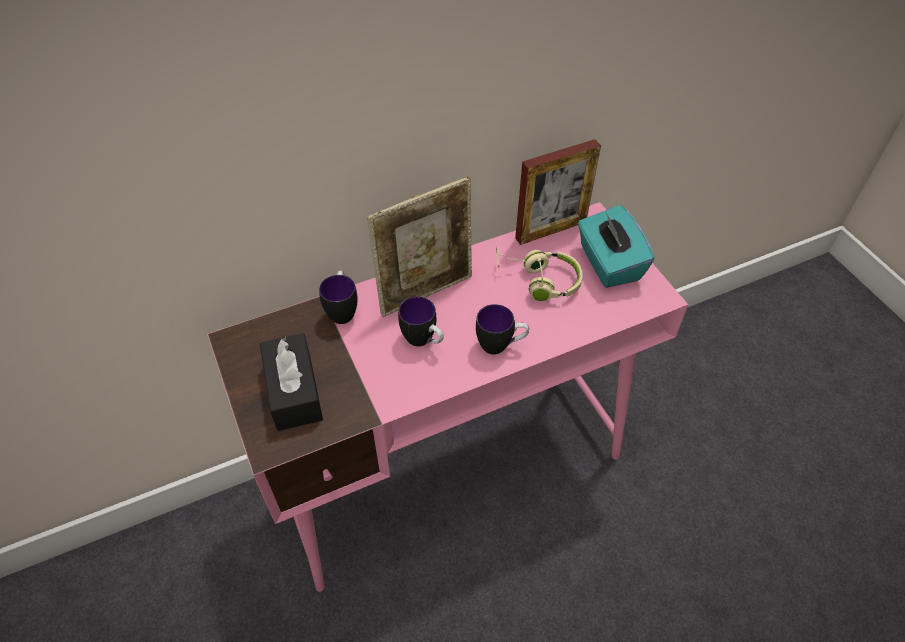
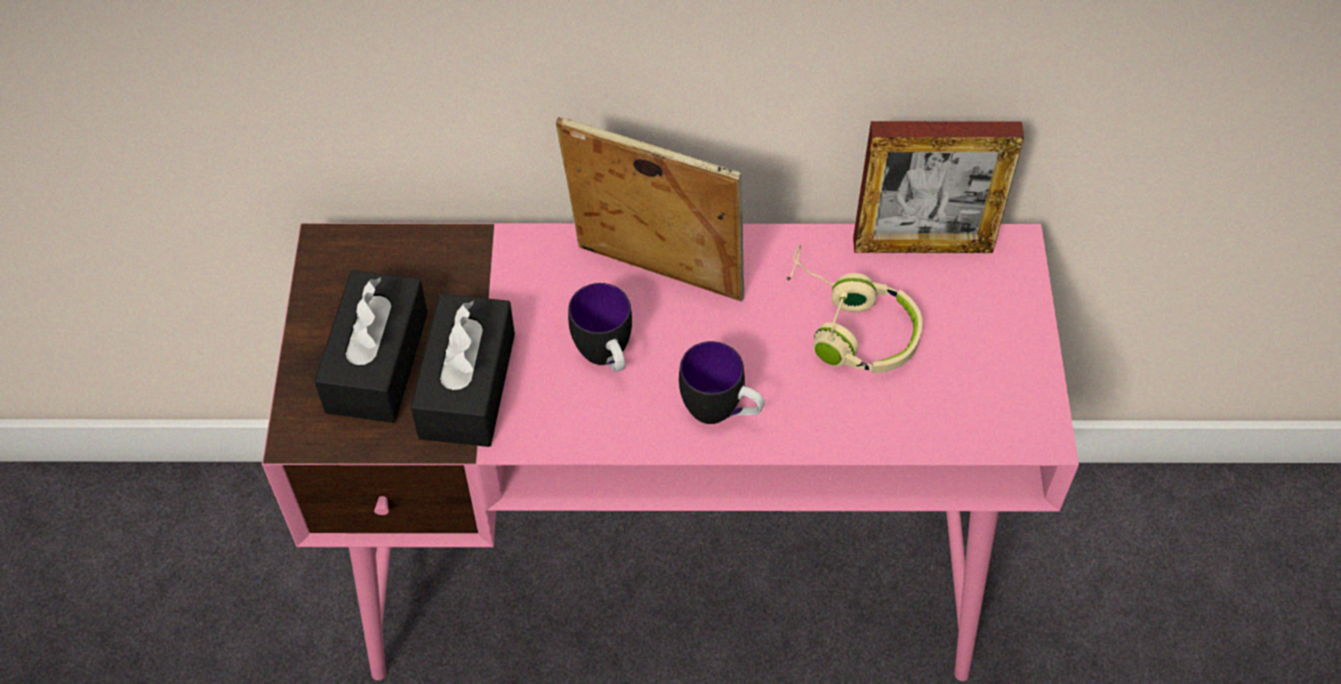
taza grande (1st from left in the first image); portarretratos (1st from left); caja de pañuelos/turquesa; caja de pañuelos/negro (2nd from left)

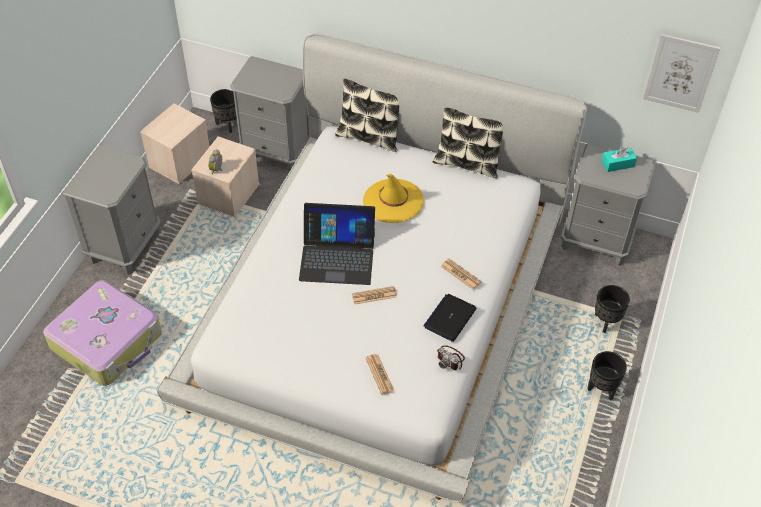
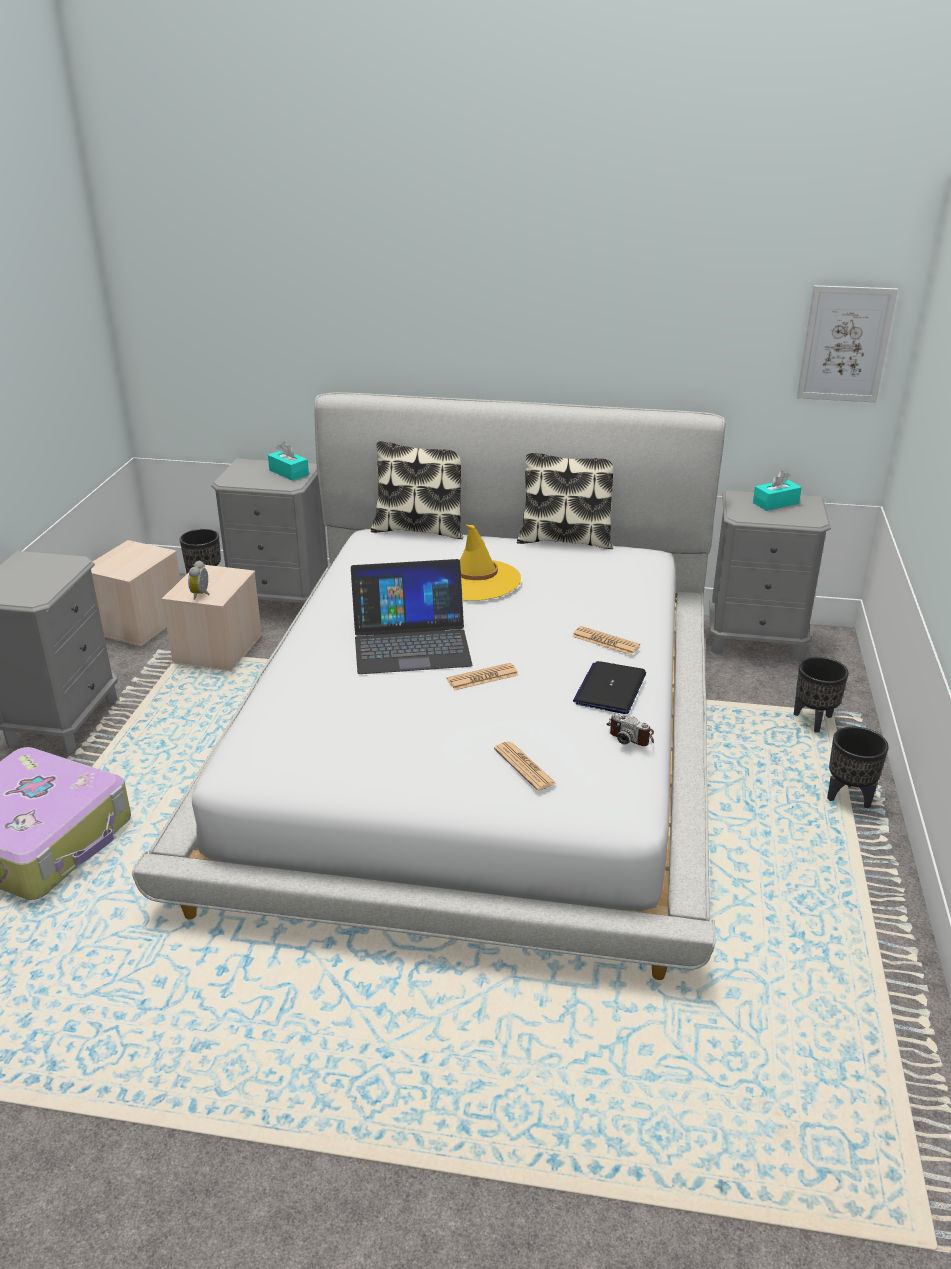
caja de pañuelos/turquesa (1st from left)

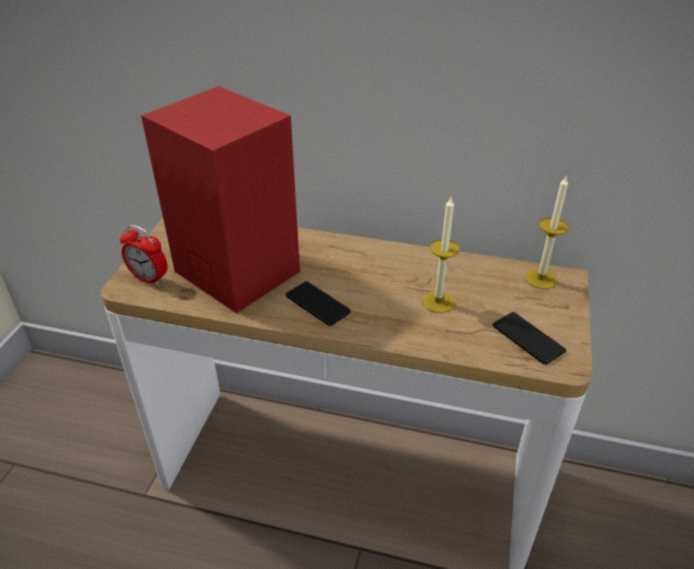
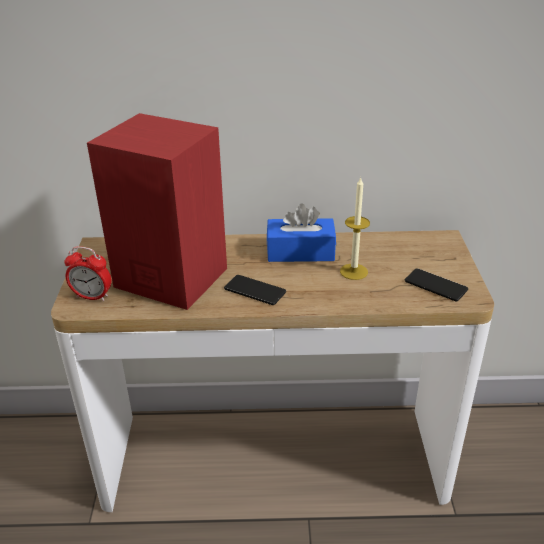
vela (2nd from left in the first image); caja de pañuelos/azul

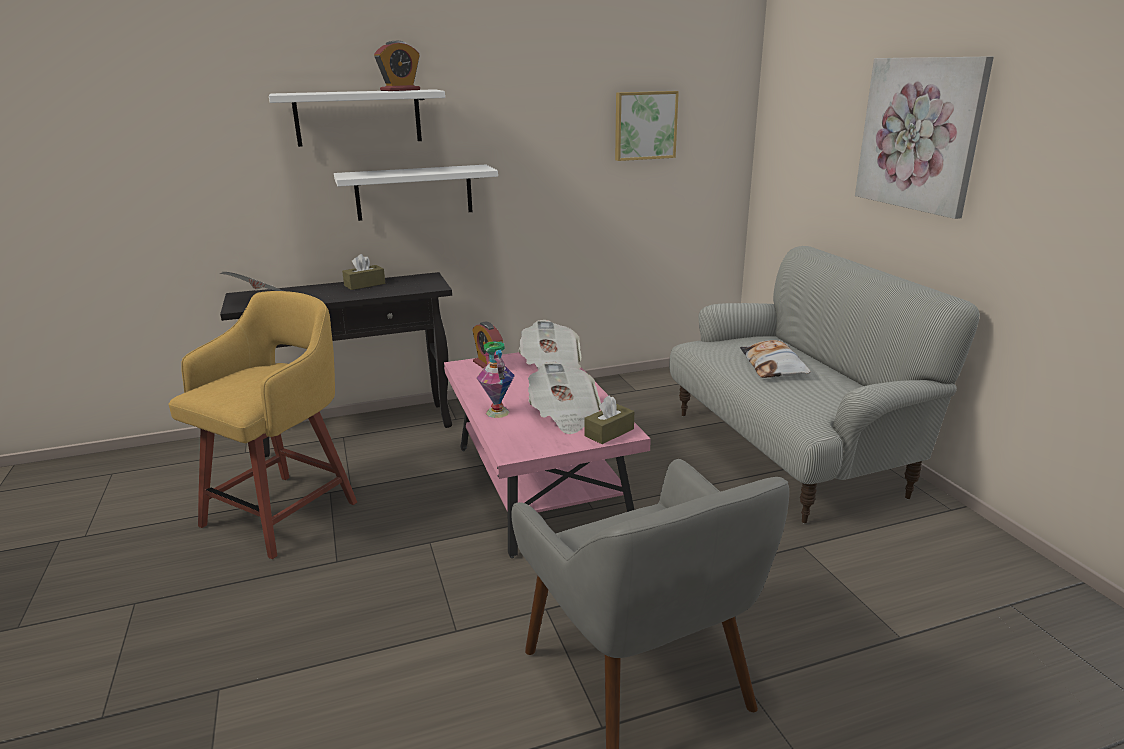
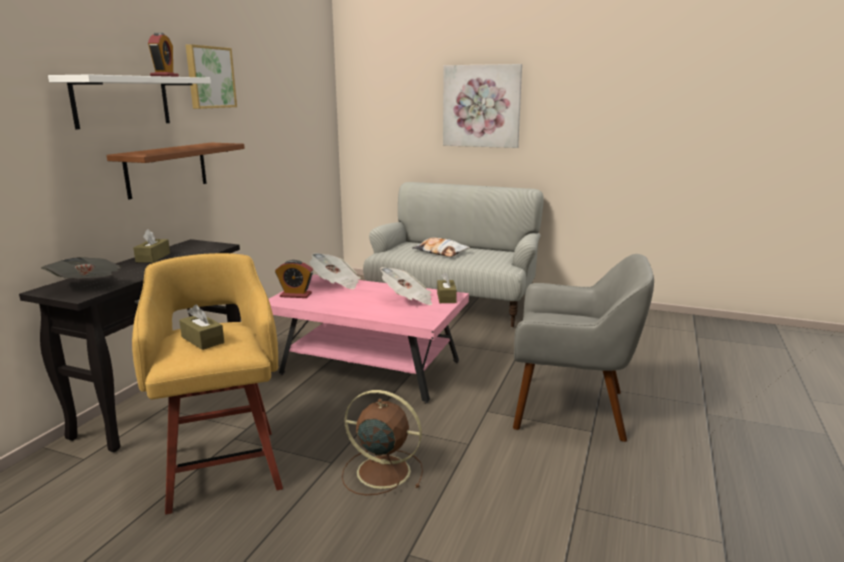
estante/marrón; florero; cuadro (1st from left); caja de pañuelos/marrón (2nd from left); ventilador/marrón

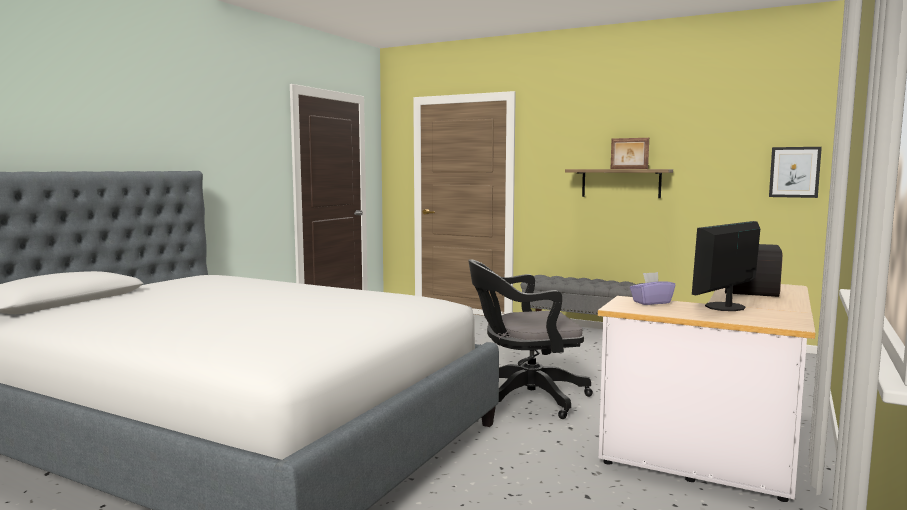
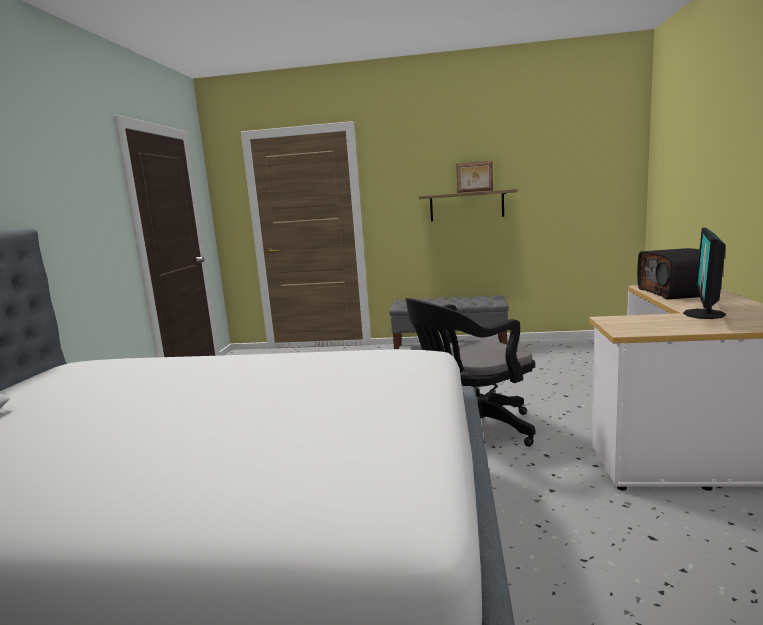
caja de pañuelos/morado; cuadro

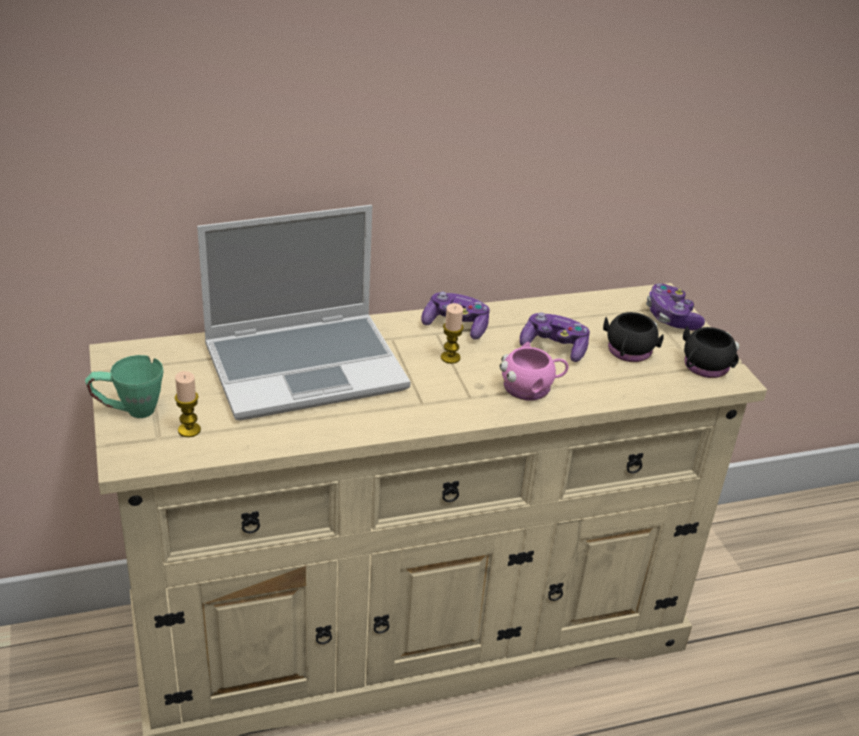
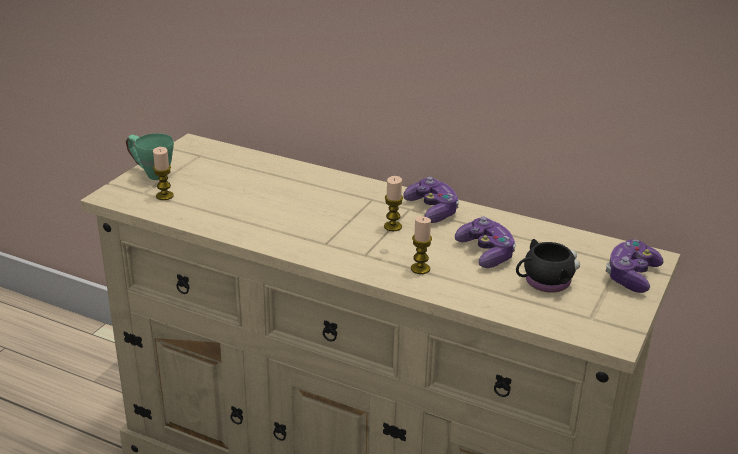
portátil; vela (3rd from left); taza grande/negro (2nd from left in the first image)

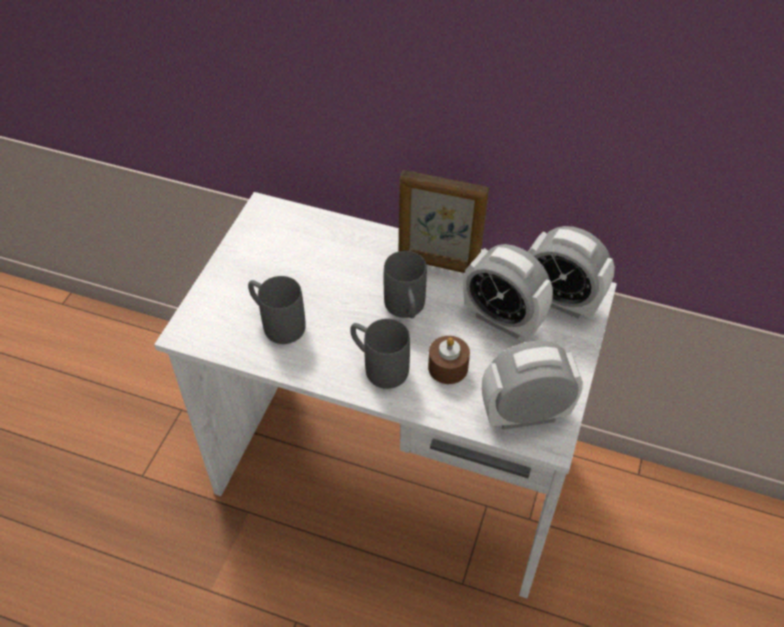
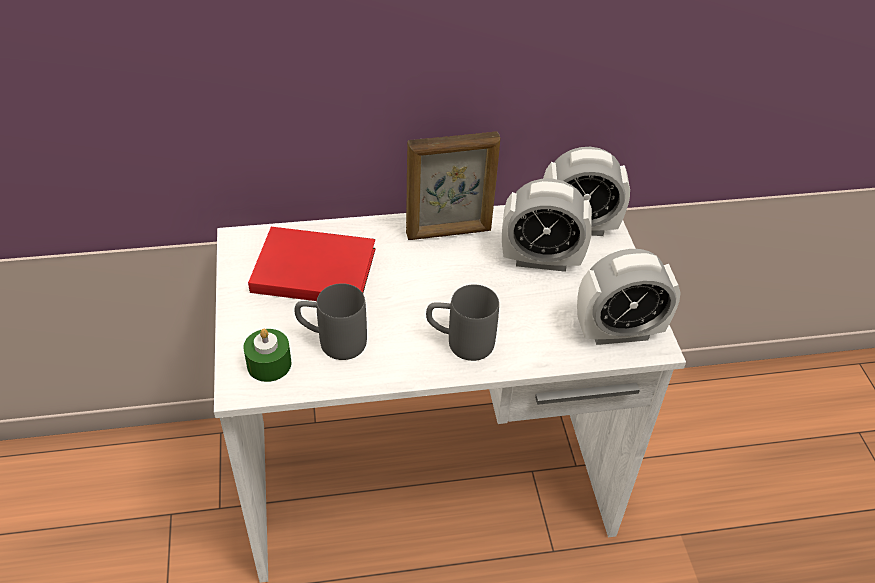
taza grande/gris (3rd from left in the first image); vela/marrón; despertador (3rd from left); vela/verde; libro/rojo

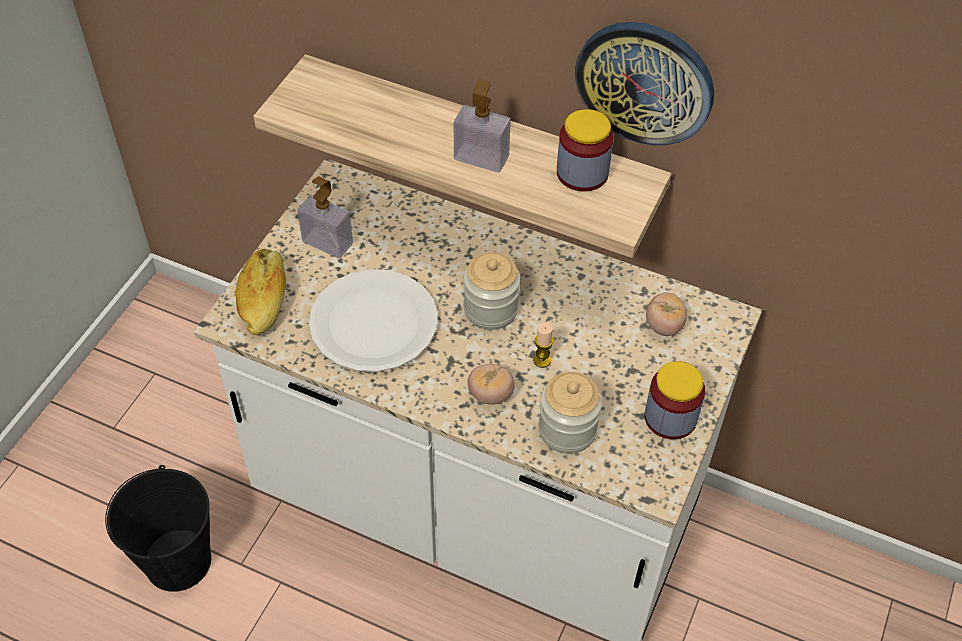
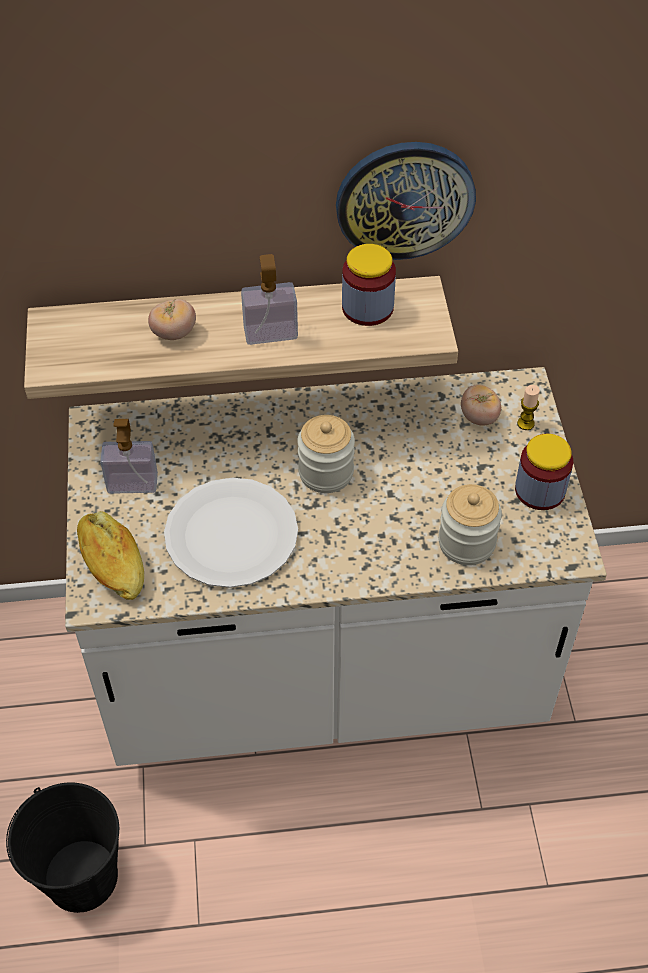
tomate (1st from left); vela

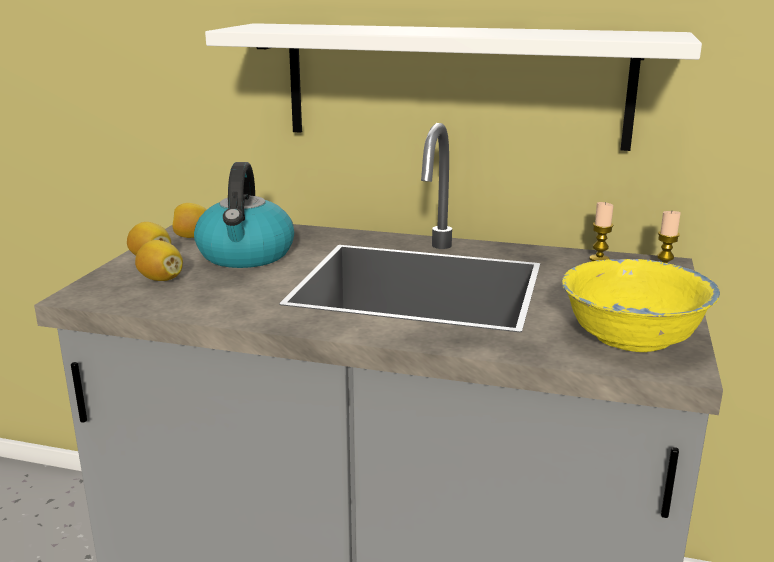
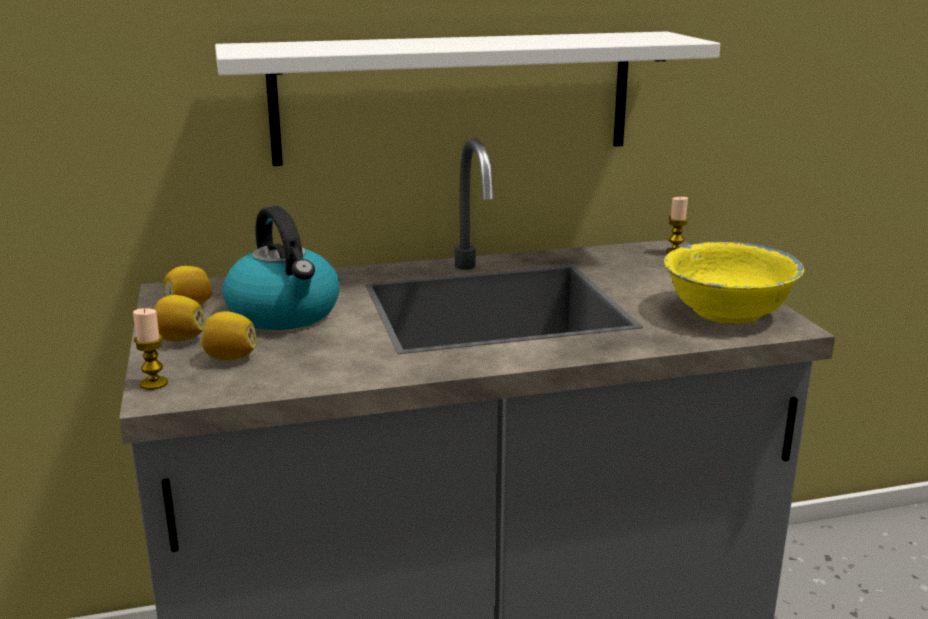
vela (1st from left)

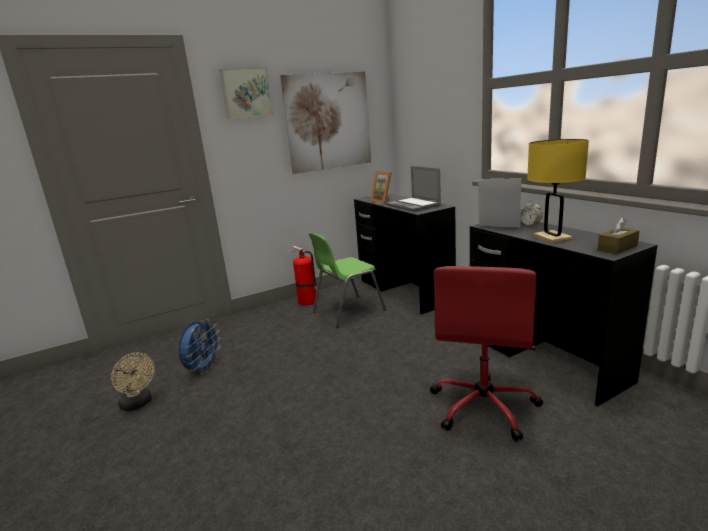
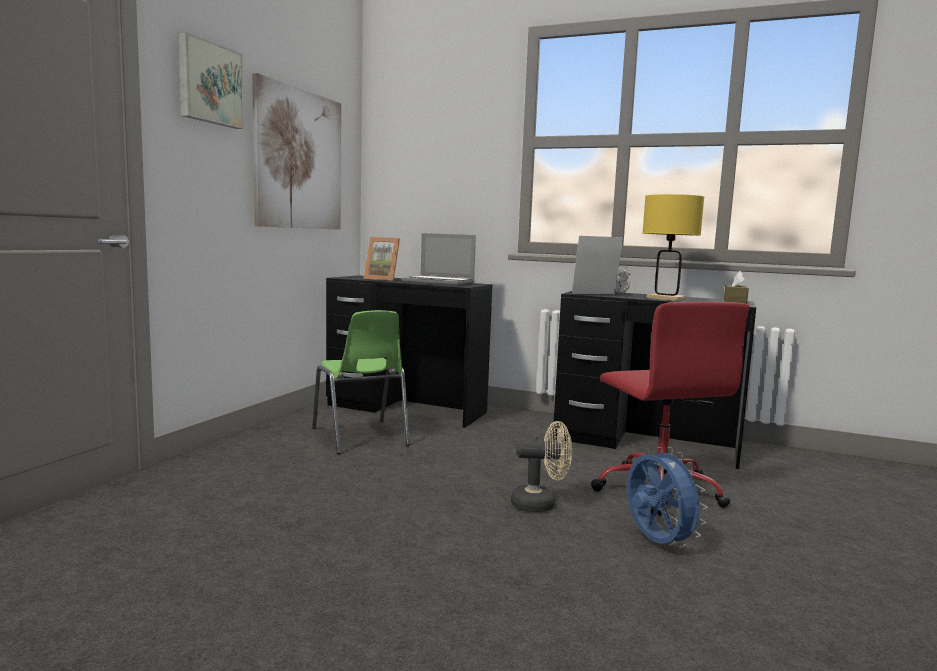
ventilador/beis; ventilador/azul; extintor; silla/verde

